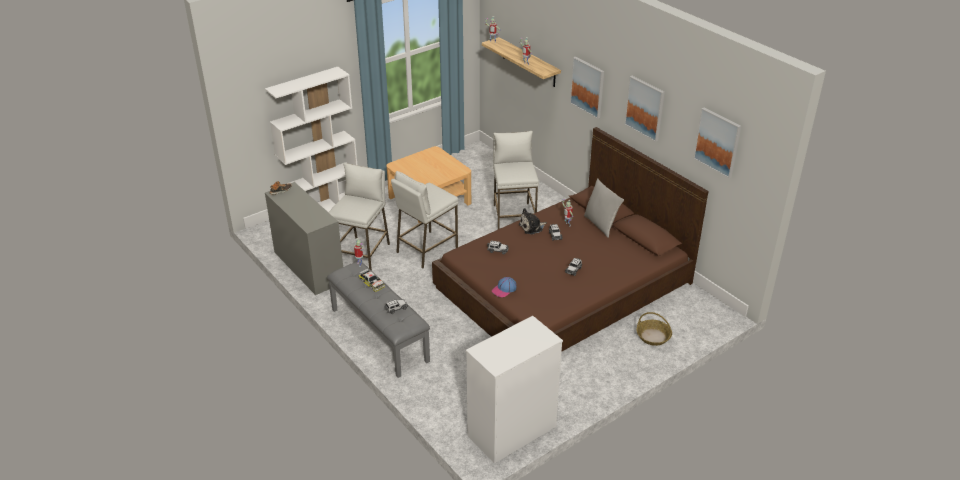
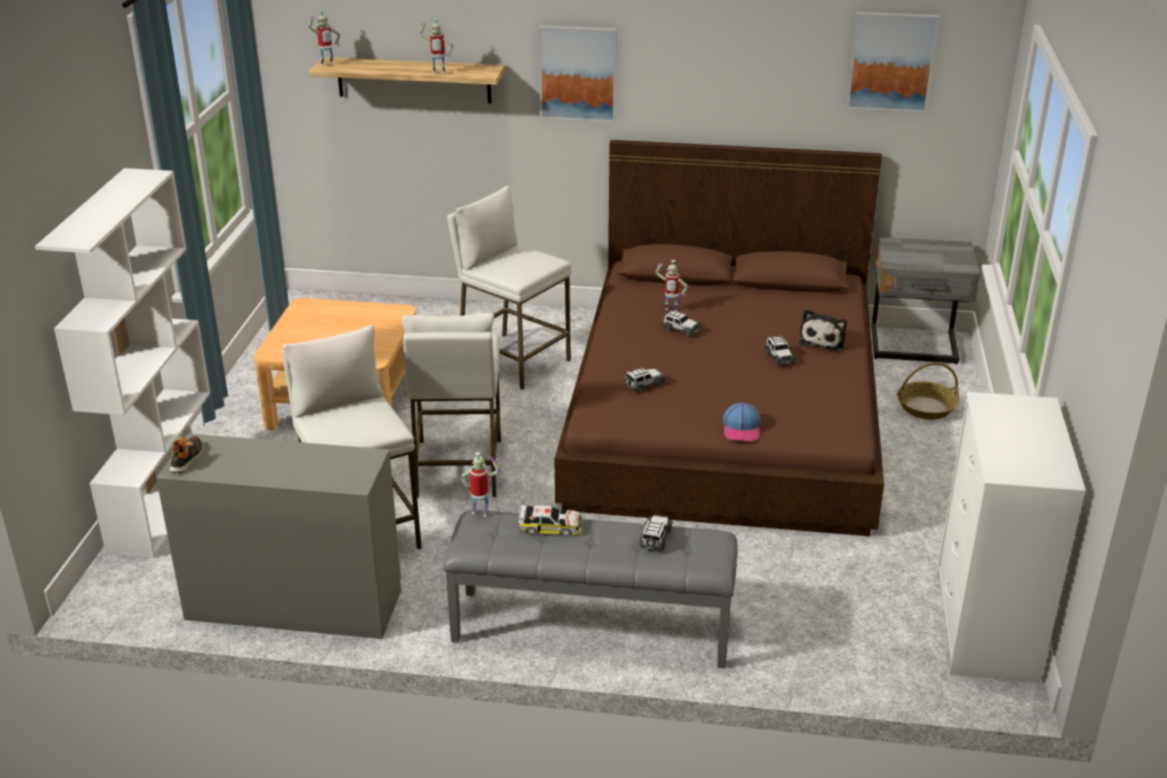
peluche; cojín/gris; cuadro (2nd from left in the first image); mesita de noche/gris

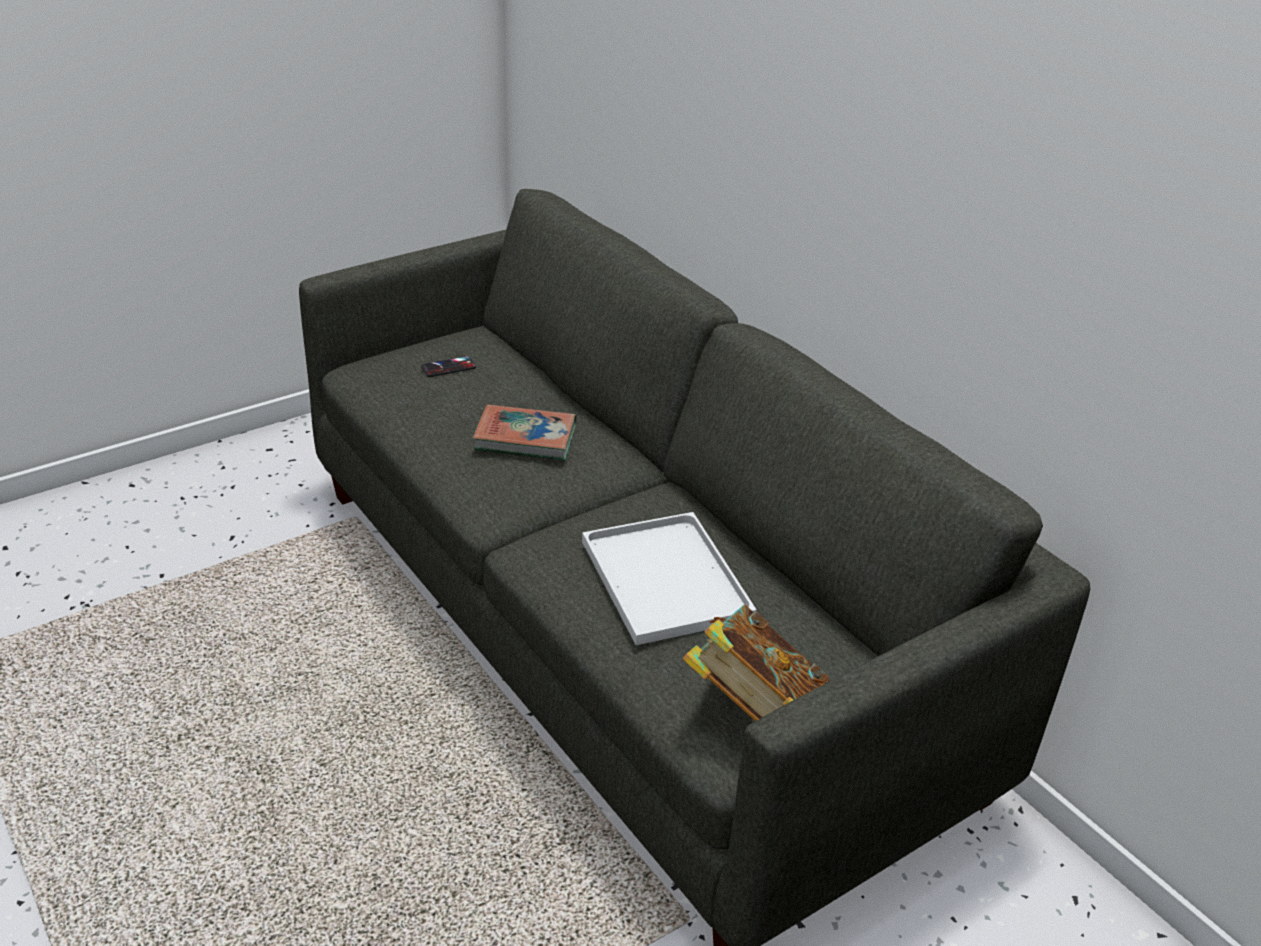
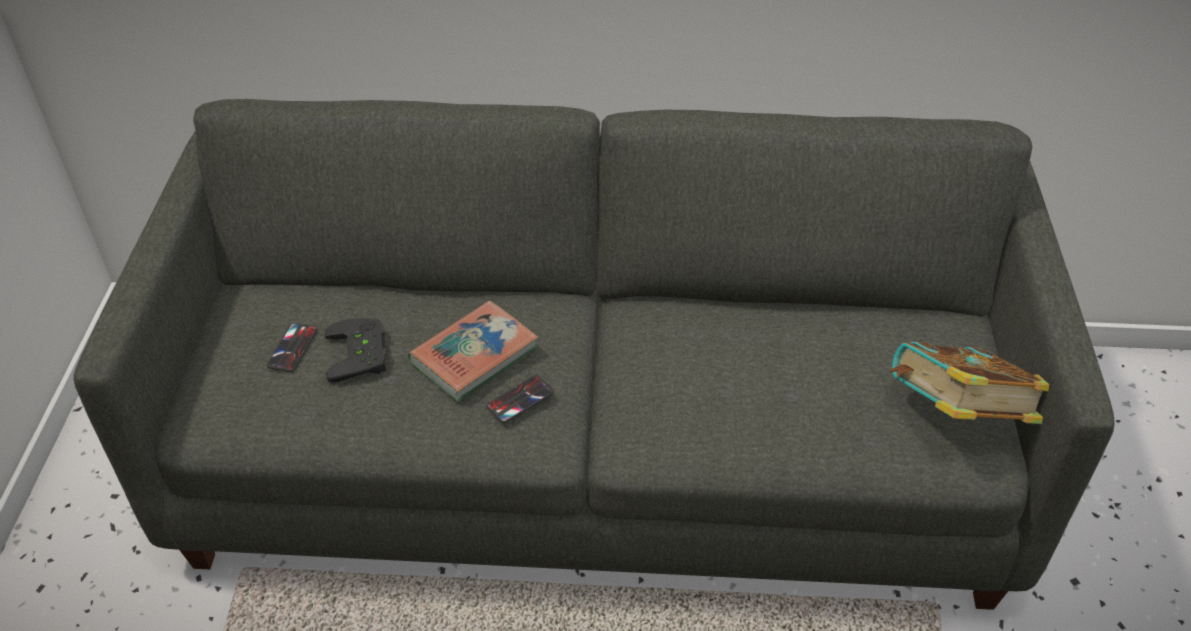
bandeja/blanco; mando de consola/negro; móvil (2nd from left)

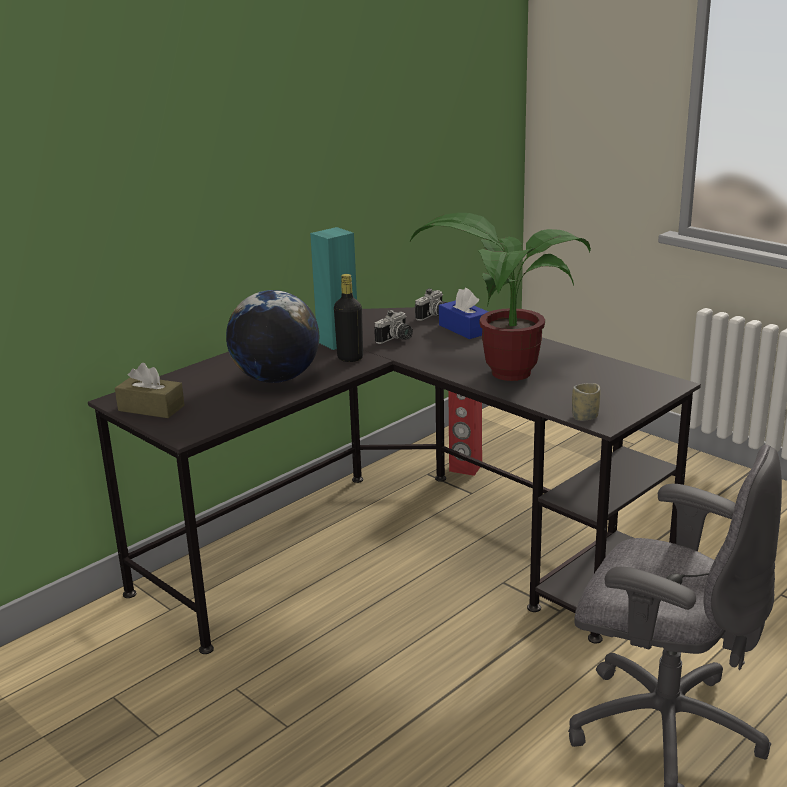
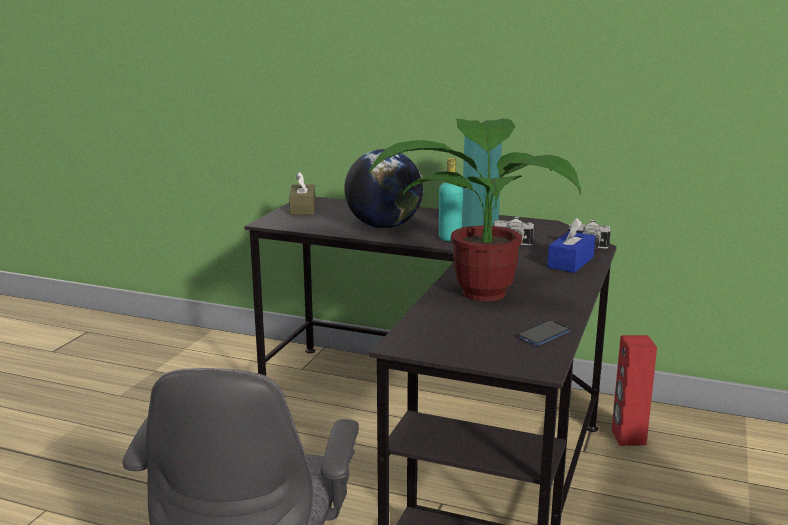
botella/turquesa; taza; móvil

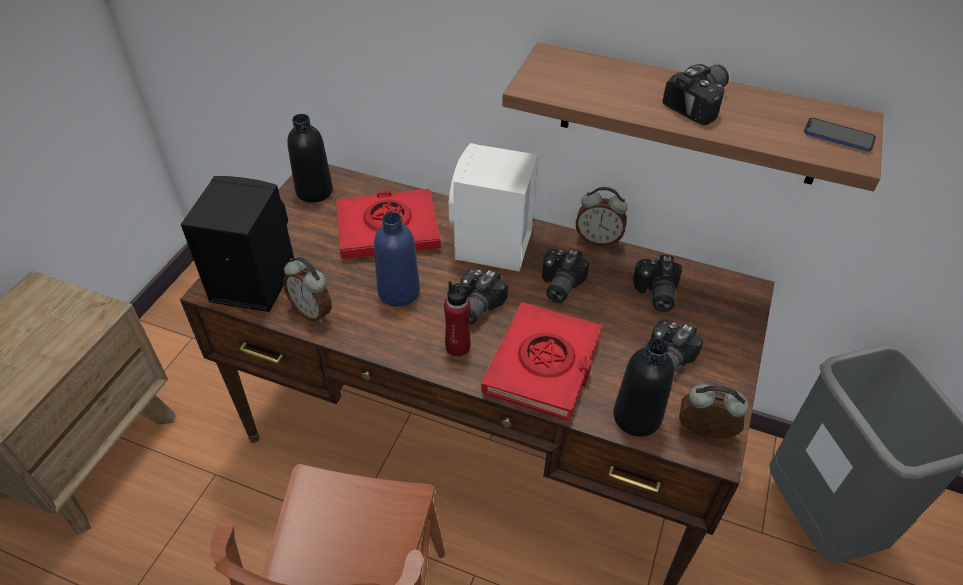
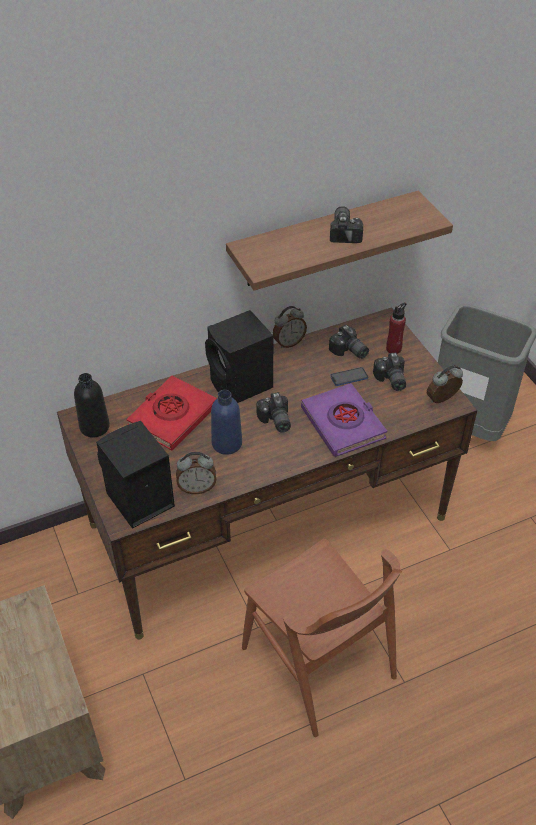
botella/rojo; altavoz/negro (2nd from left); libro/morado; cámara (2nd from left in the first image); botella/negro (2nd from left in the first image); móvil

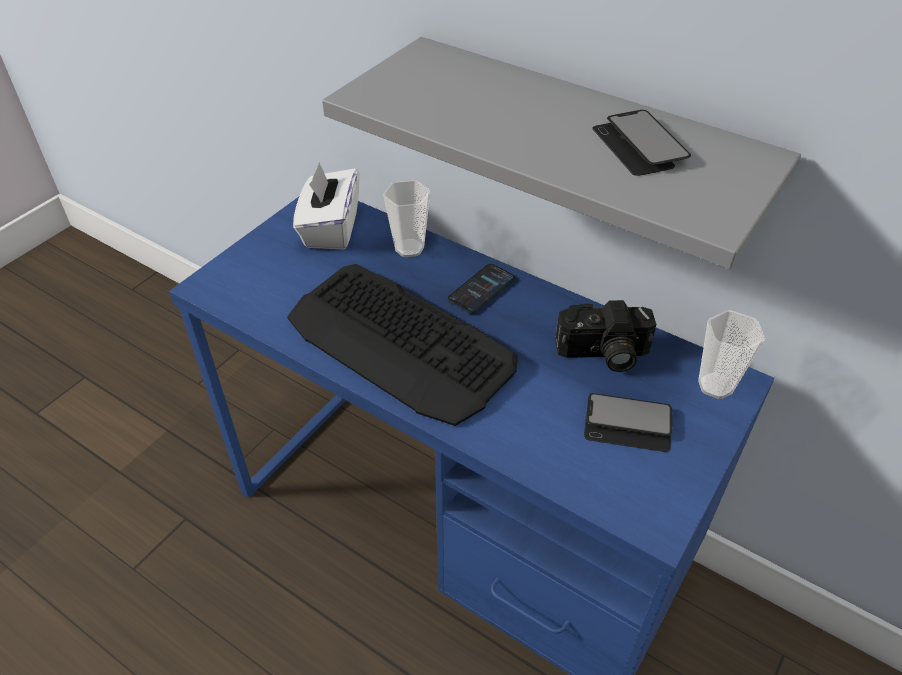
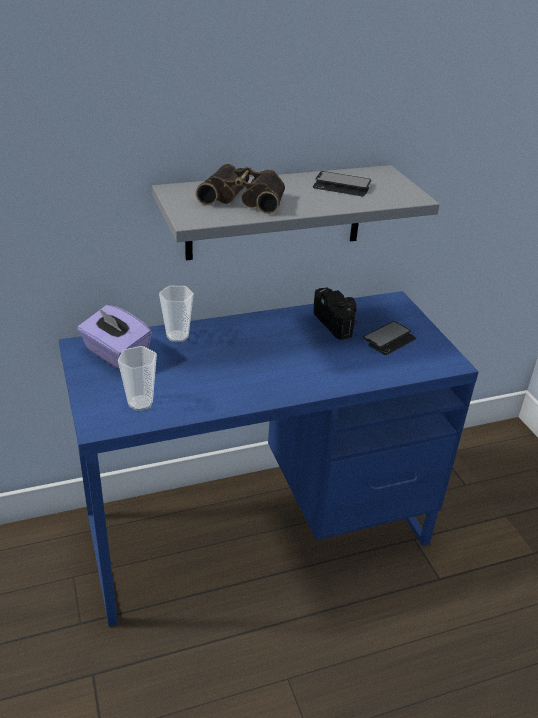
teclado; caja de pañuelos/morado; móvil (1st from left in the first image); cámara; taza (1st from left); prismáticos

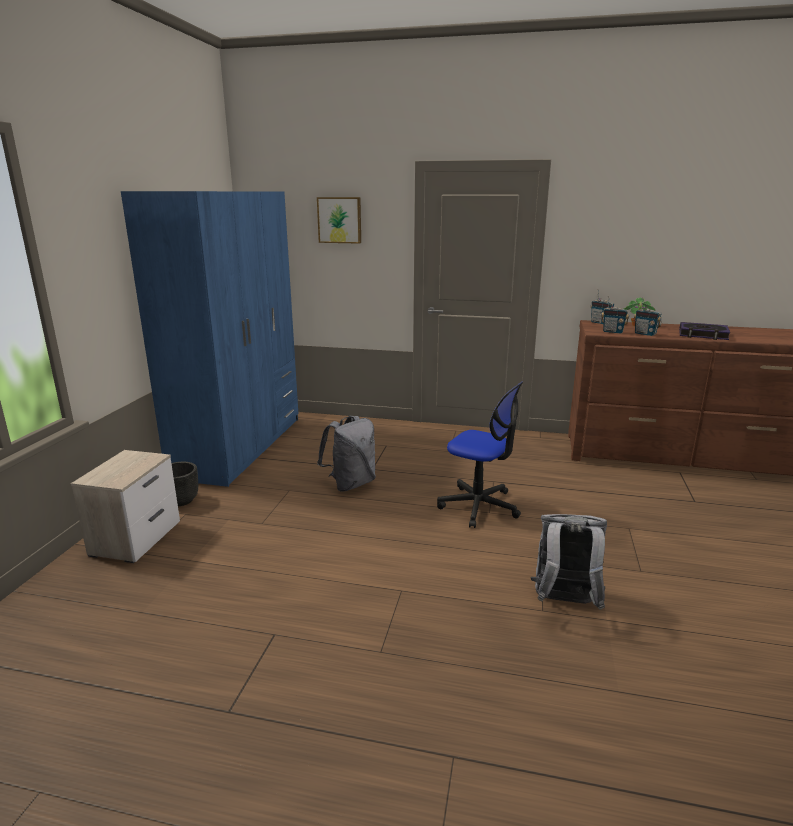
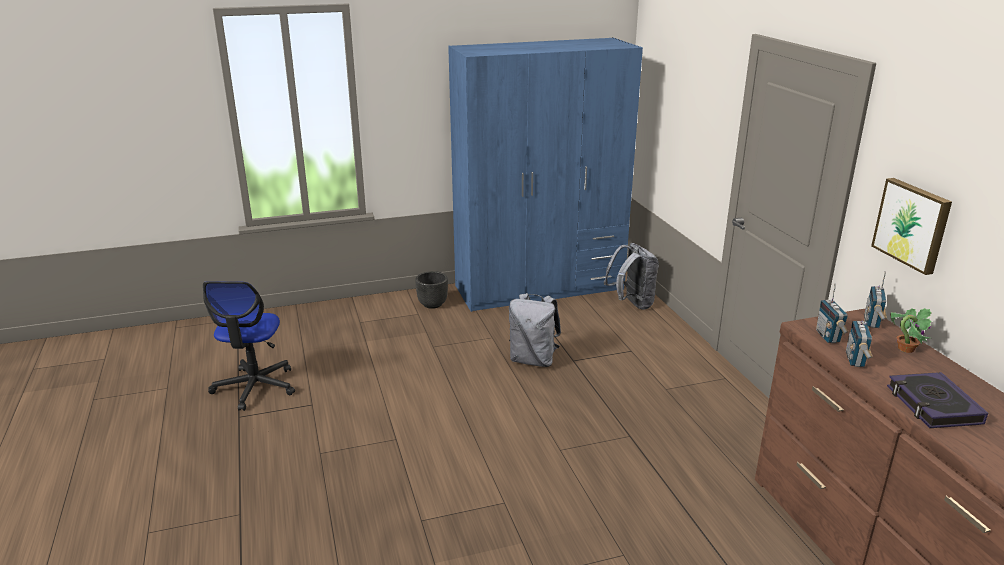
mesita de noche; cuadro; silla de oficina; mochila/gris (2nd from left)

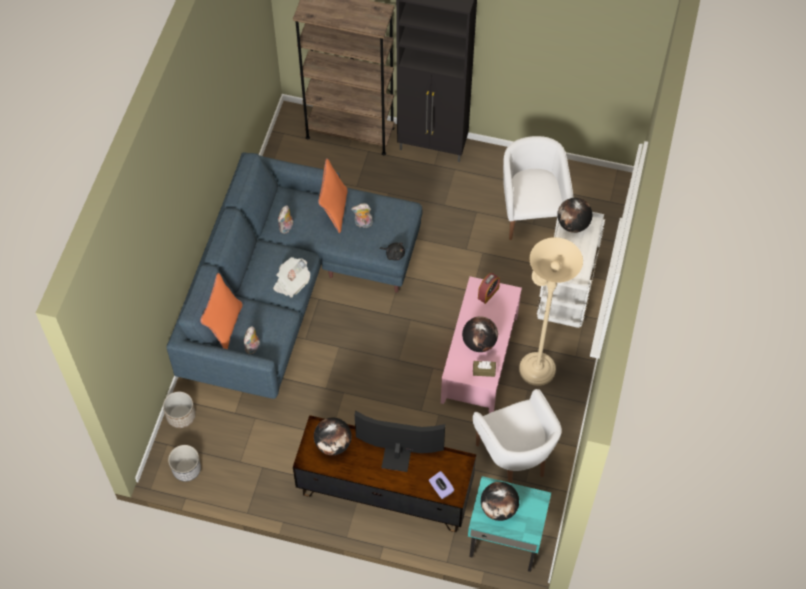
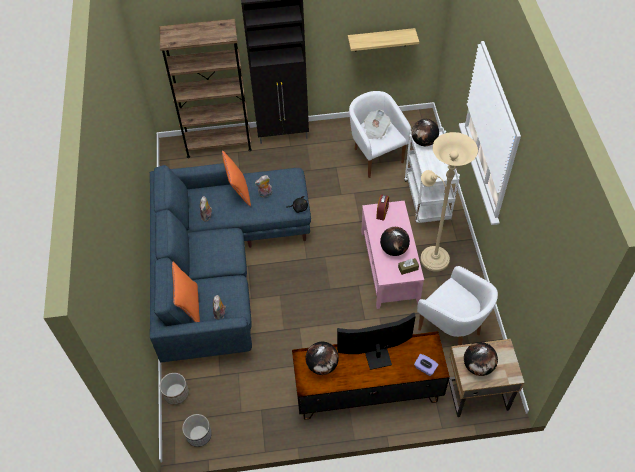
periódico; mesita de noche/beis; estante

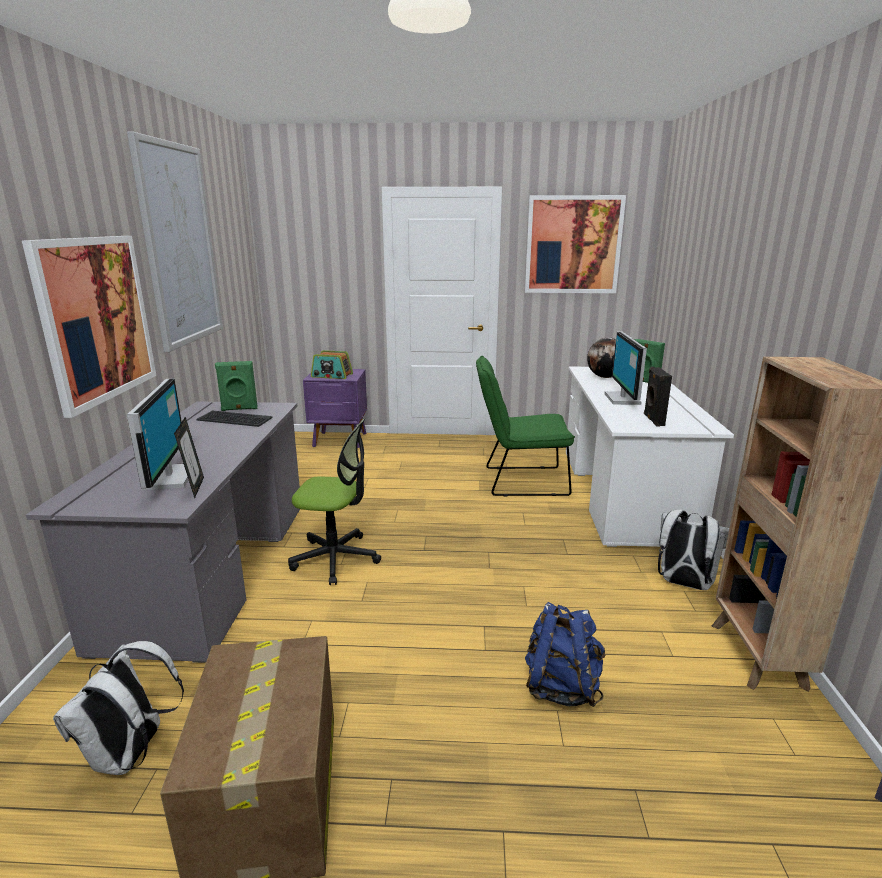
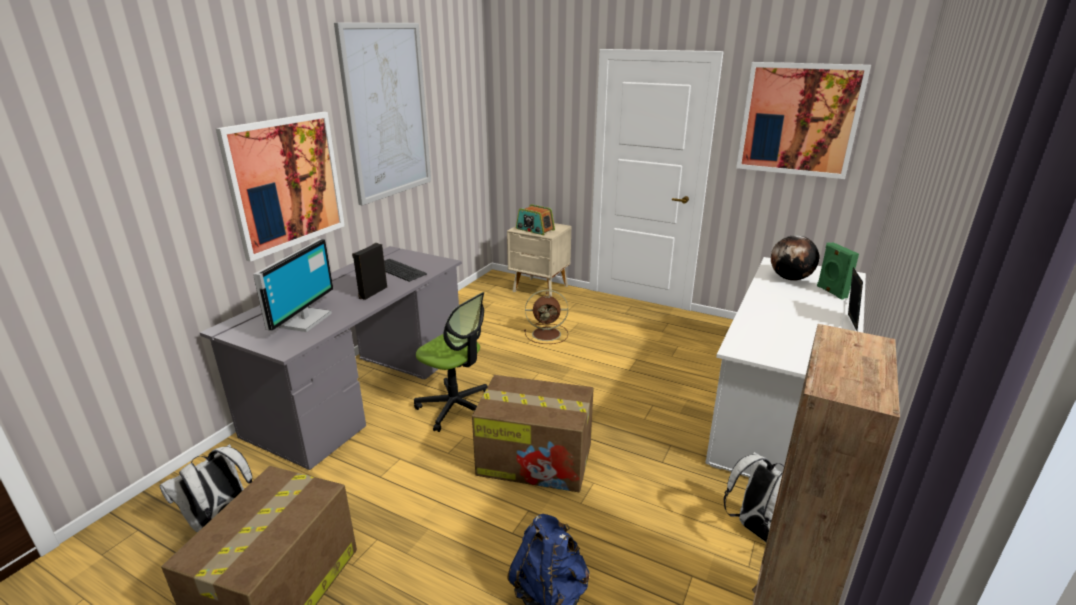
portarretratos; altavoz/verde (1st from left in the first image); mesita de noche/beis; silla/verde; monitor (2nd from left in the first image); altavoz/negro; caja de cartón (2nd from left); ventilador/marrón

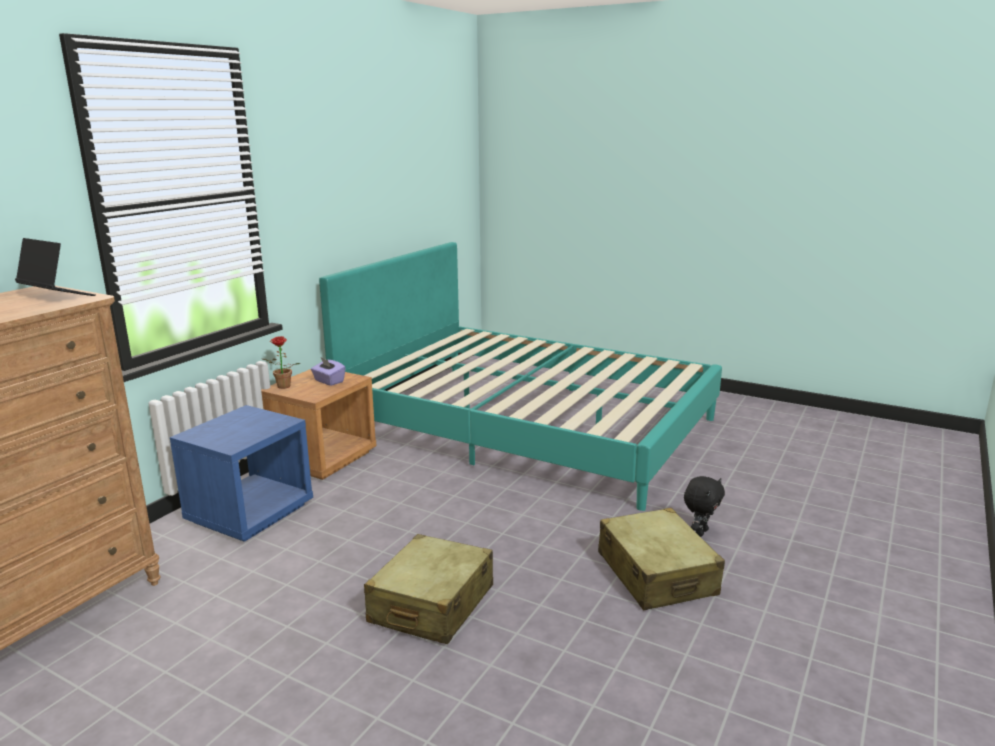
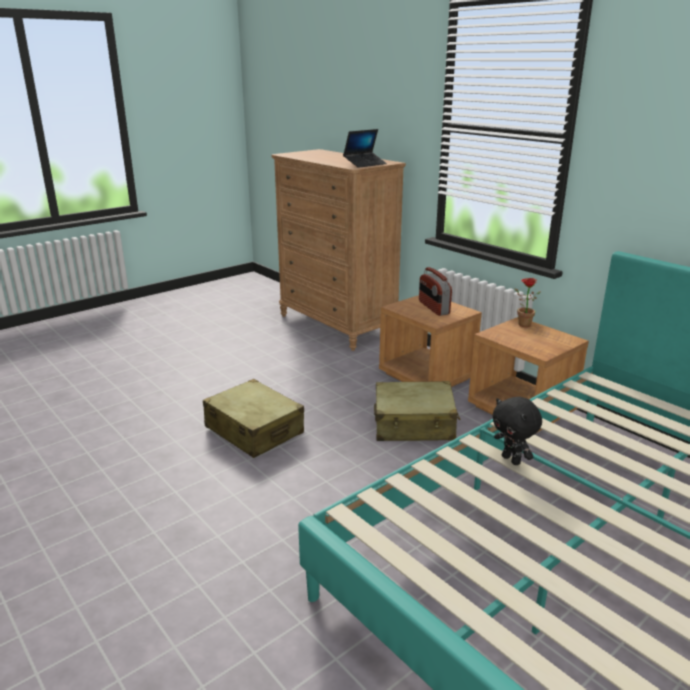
mesita de noche/marrón (1st from left); caja de pañuelos/morado; maleta/beis (2nd from left); peluche/negro; radio

